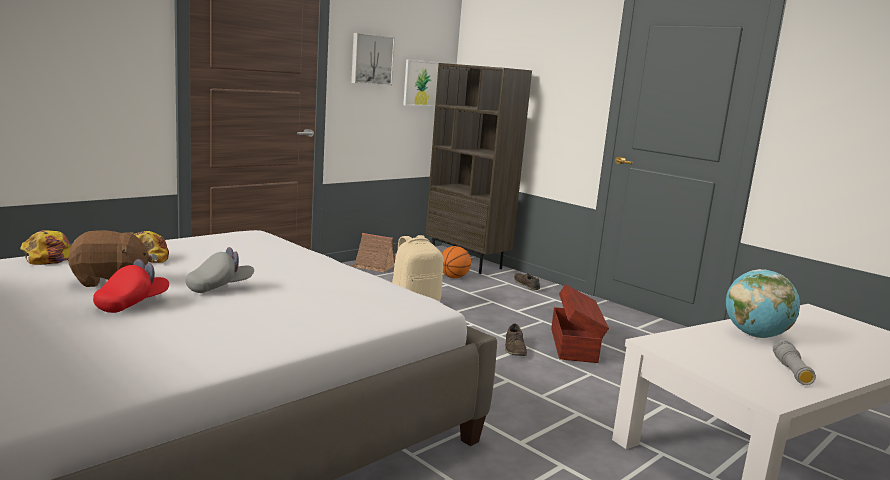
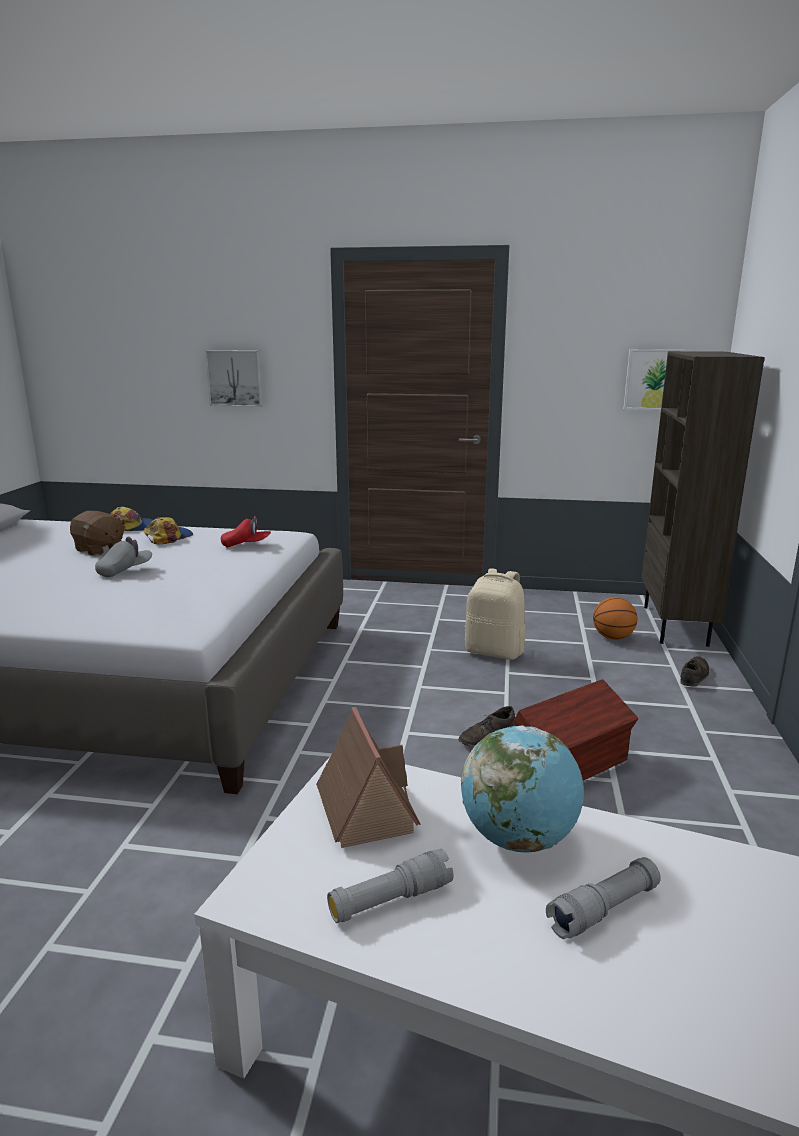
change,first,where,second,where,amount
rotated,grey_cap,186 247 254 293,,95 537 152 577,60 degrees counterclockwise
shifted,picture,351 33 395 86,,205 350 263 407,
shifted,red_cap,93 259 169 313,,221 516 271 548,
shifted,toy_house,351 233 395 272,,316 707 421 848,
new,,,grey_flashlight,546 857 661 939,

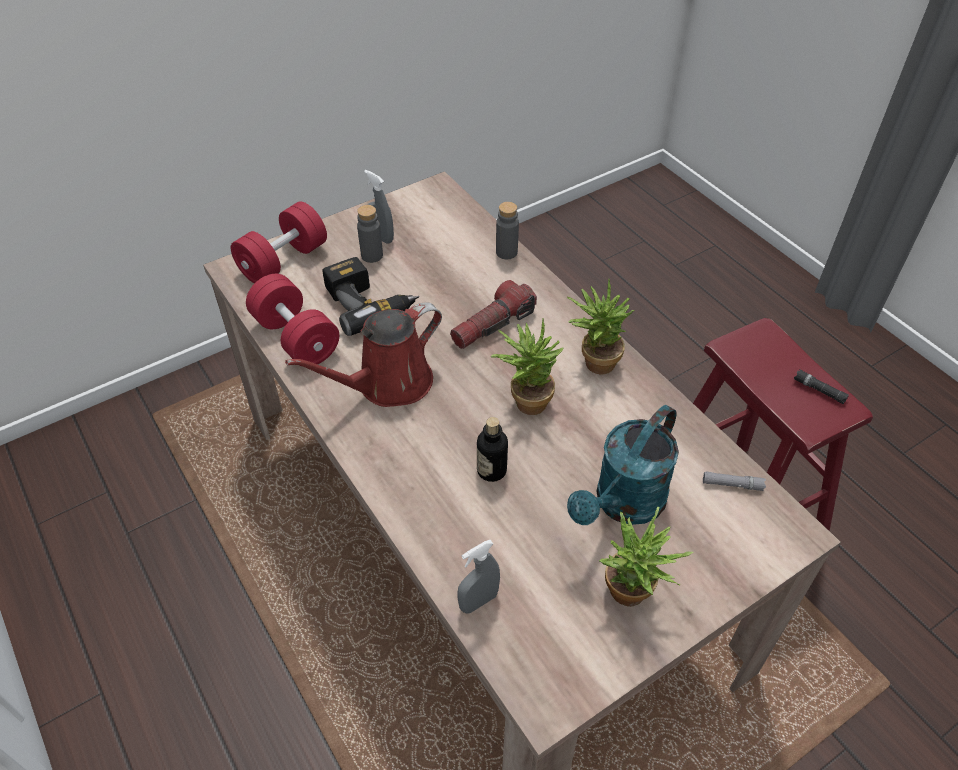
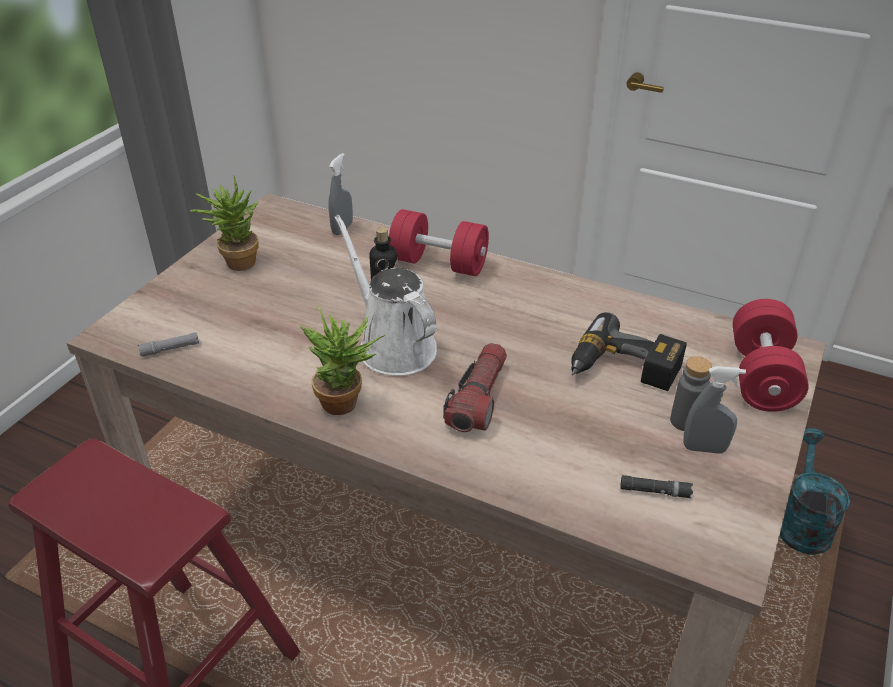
change,first,where,second,where,amount
swapped,potted_plant,491 318 564 415,white_watering_can,334 215 437 376,
shifted,red_dumbbell,246 274 339 367,,389 209 489 276,
shifted,black_flashlight,794 369 849 404,,620 475 693 498,
shifted,turquoise_watering_can,567 405 679 525,,780 428 850 555,
gone,red_watering_can,285 302 442 407,,,
gone,grey_bottle,496 202 519 259,,,

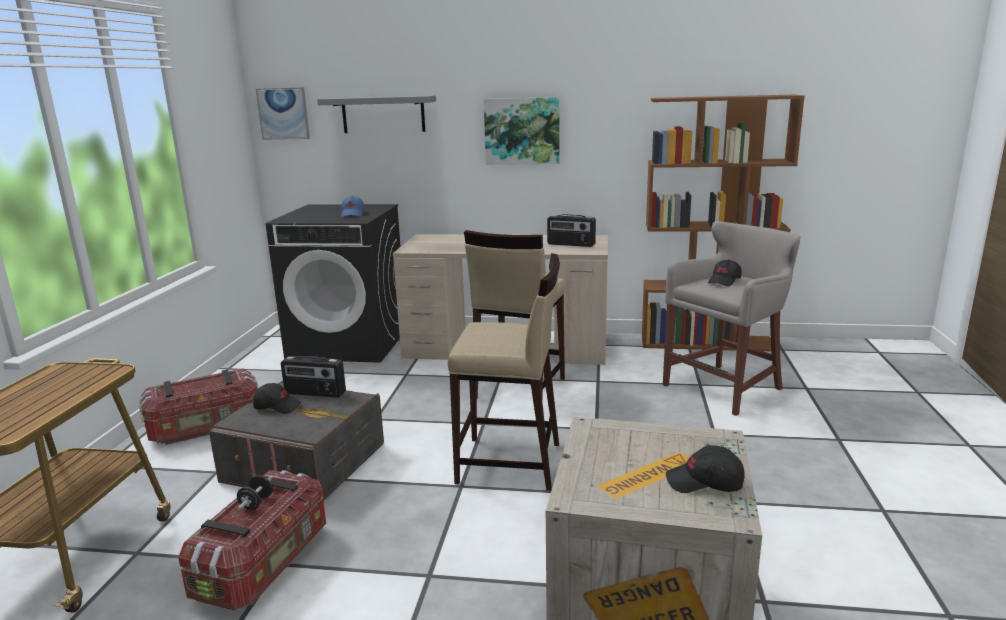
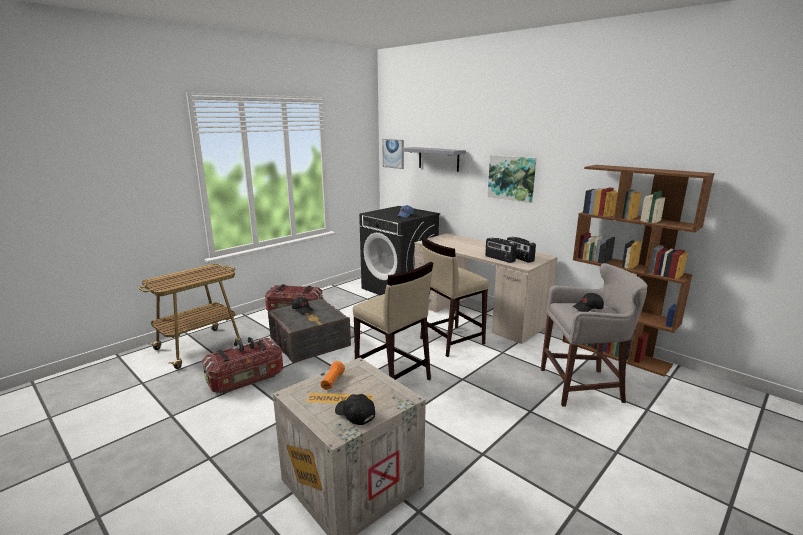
change,first,where,second,where,amount
new,,,orange_flashlight,321 361 345 390,
shifted,radio,281 356 346 398,,485 237 517 263,

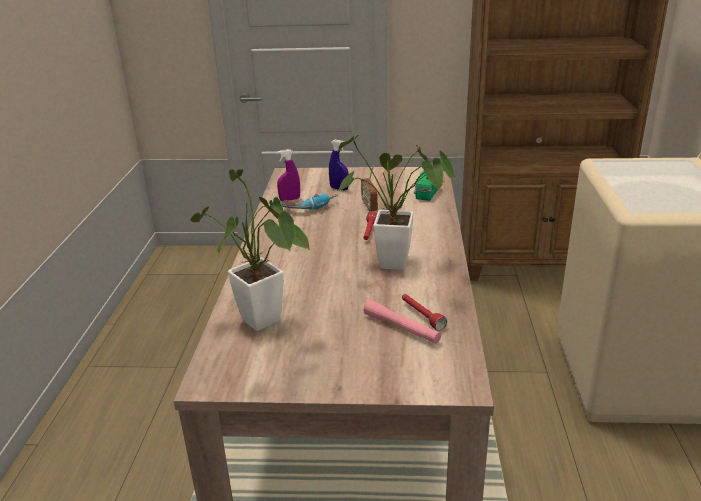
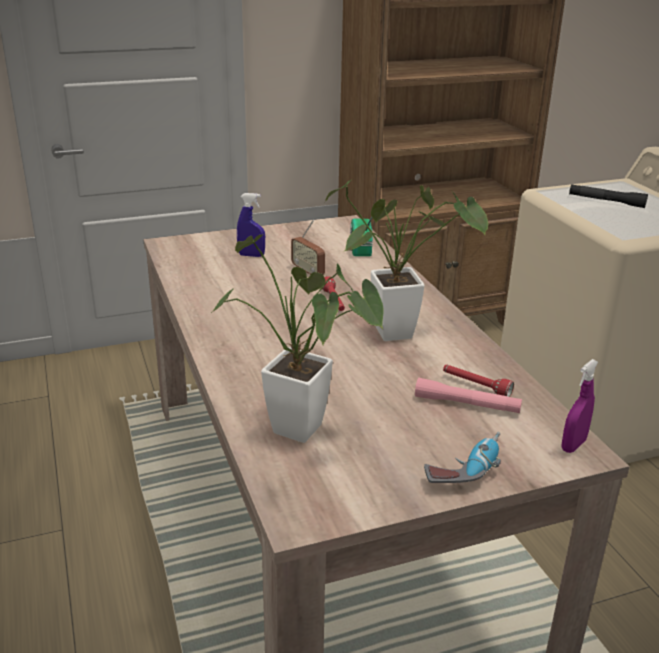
change,first,where,second,where,amount
shifted,power_drill,281 194 338 210,,424 432 501 483,
shifted,purple_spray_bottle,277 149 300 201,,562 359 598 453,
new,,,black_flashlight,569 184 648 208,

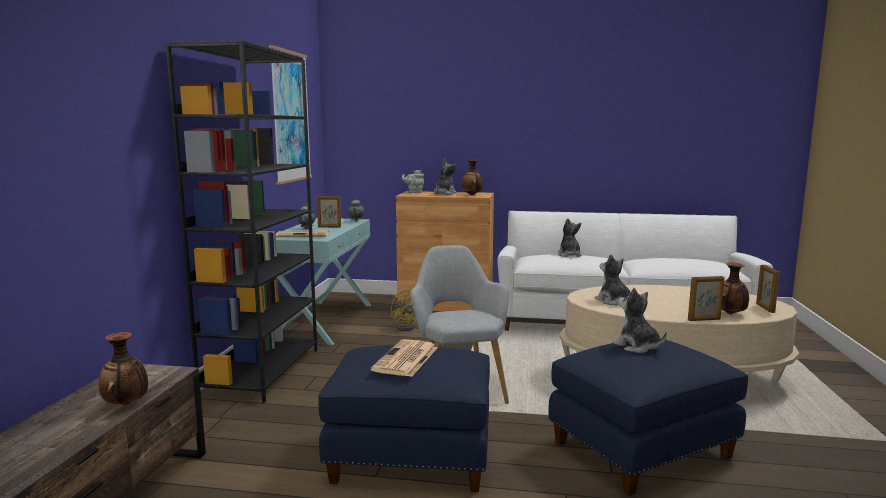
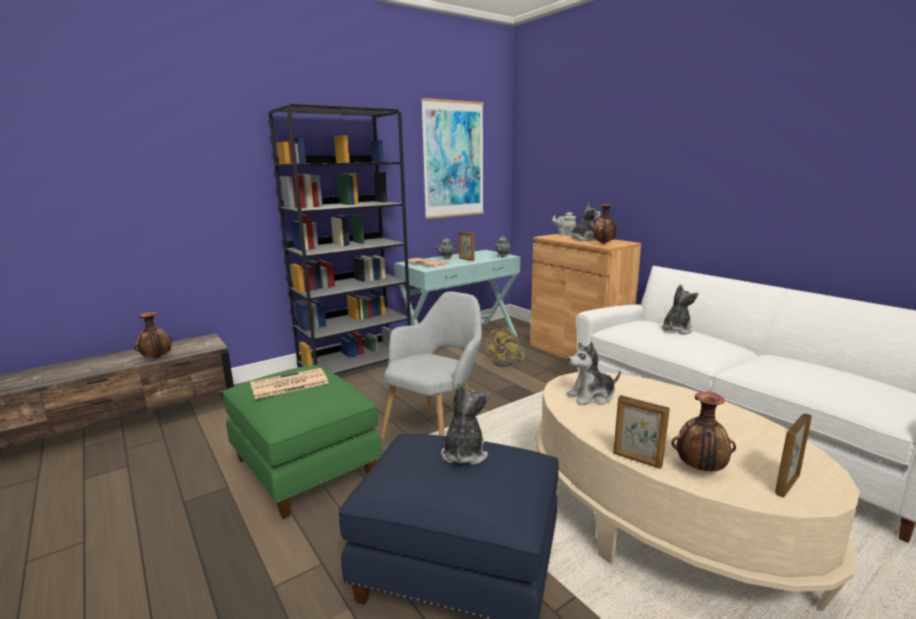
change,first,where,second,where,amount
repainted,blue_ottoman,318 345 490 492,green_ottoman,222 365 382 519,
rotated,plush_toy,594 254 631 305,,567 342 621 405,120 degrees counterclockwise

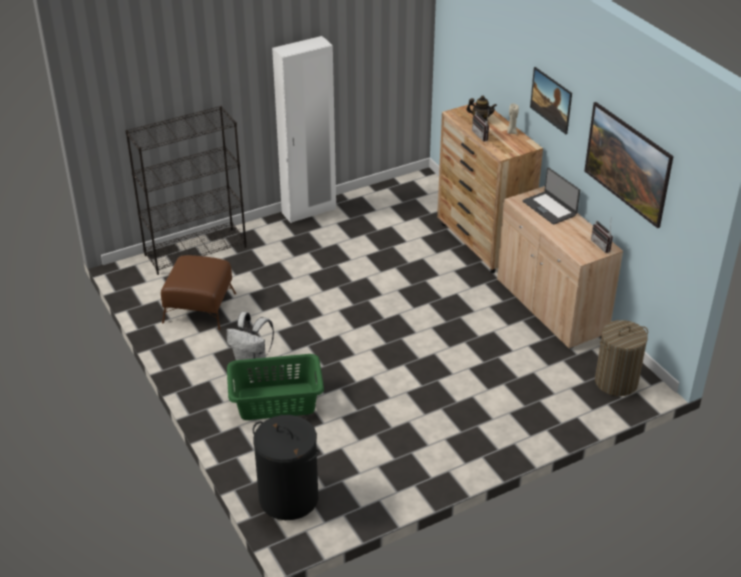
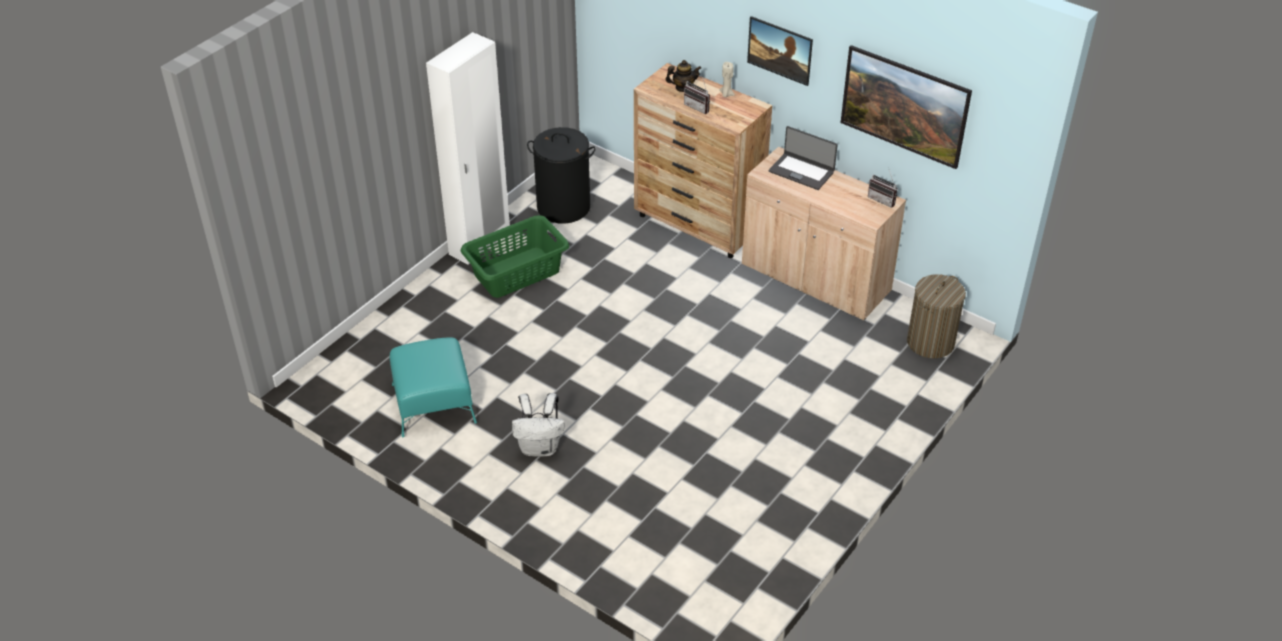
change,first,where,second,where,amount
repainted,brown_ottoman,161 255 236 330,turquoise_ottoman,390 338 477 437,
shifted,green_laundry_basket,227 354 324 420,,461 215 569 298,
shifted,black_laundry_basket,253 415 320 520,,527 127 596 224,
gone,black_bookcase,125 106 247 275,,,

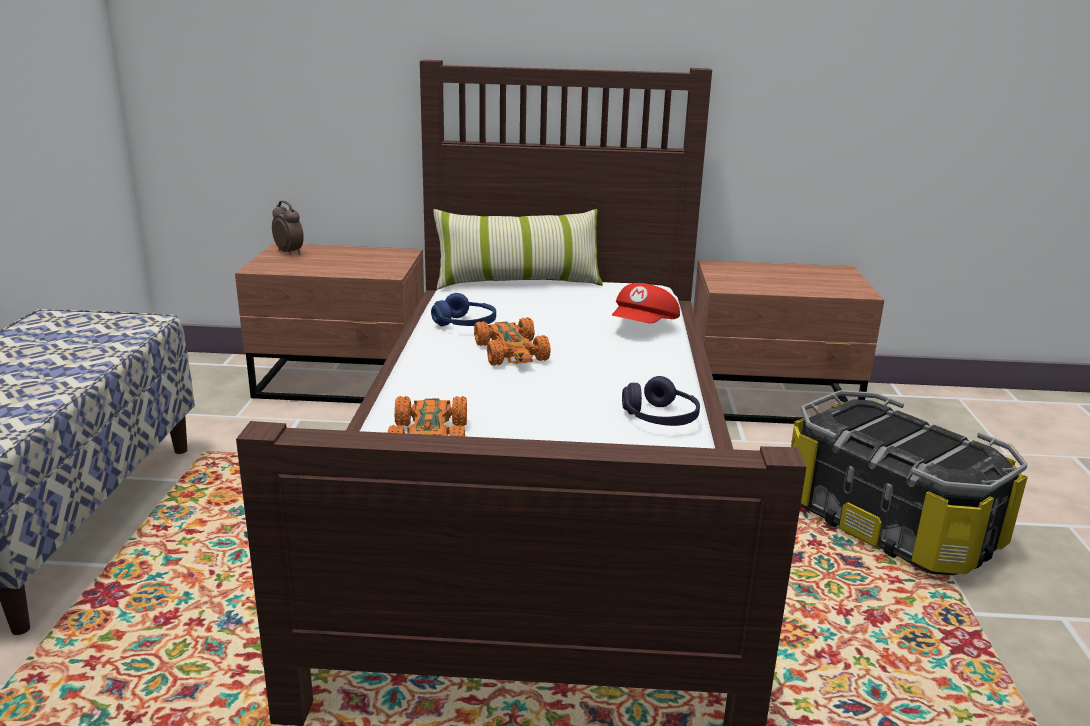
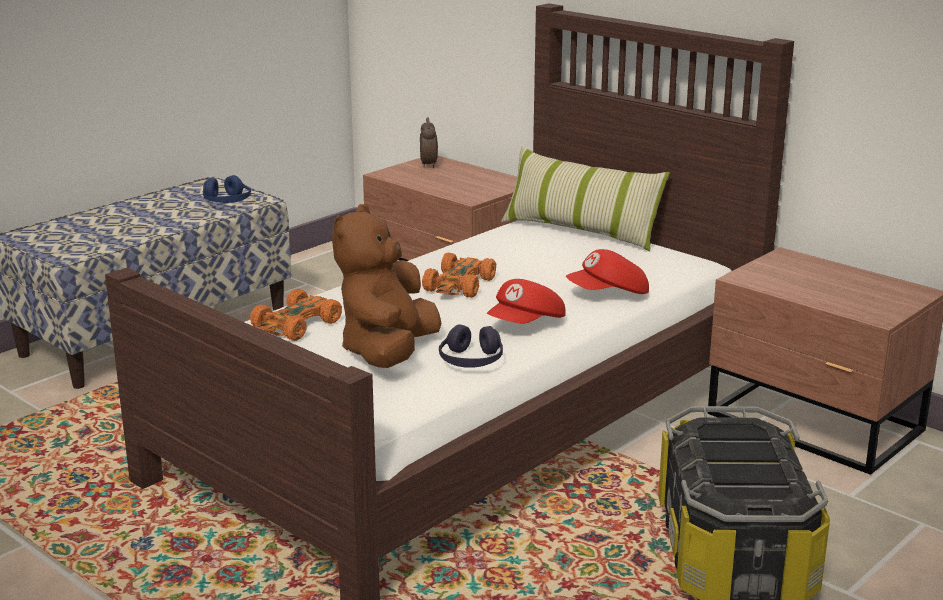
change,first,where,second,where,amount
shifted,blue_headphones,431 293 496 326,,203 175 251 203,
new,,,brown_plush_toy,332 204 442 368,
new,,,red_cap,487 279 566 324,

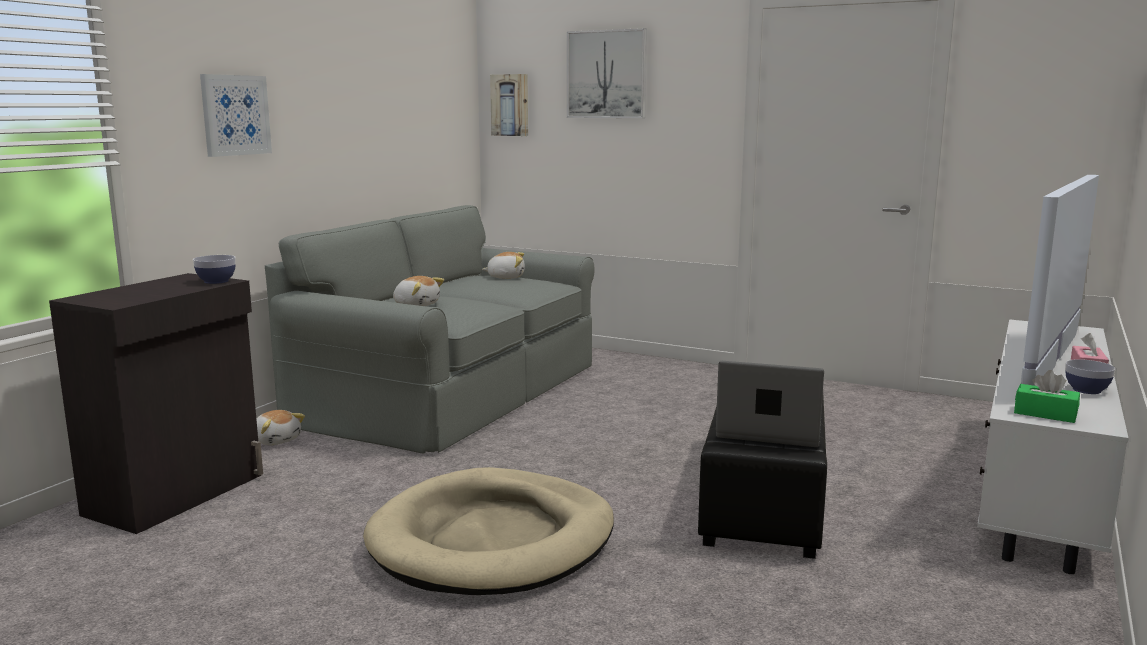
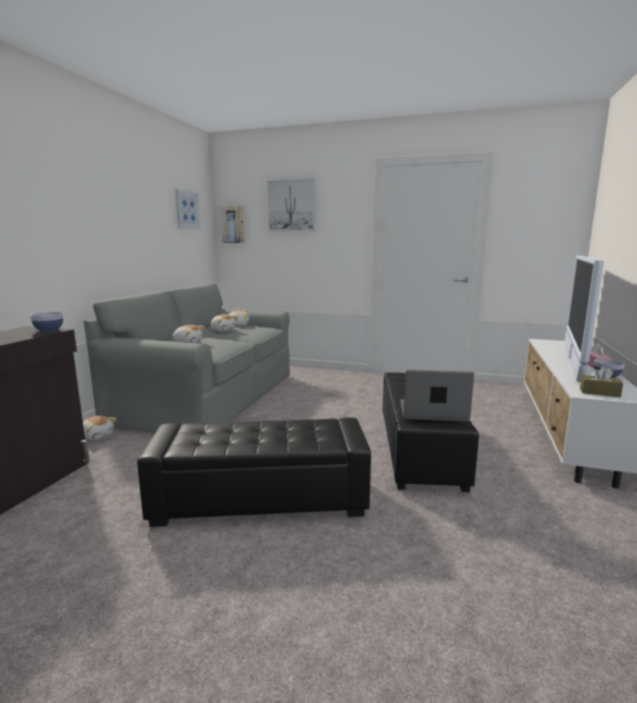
change,first,where,second,where,amount
swapped,beige_dog_bed,363 467 614 595,black_ottoman,137 418 371 527,
shifted,picture,200 74 272 157,,175 189 201 230,
new,,,plush_toy,210 314 238 332,
repainted,green_tissue_box,1014 370 1080 423,brown_tissue_box,580 366 623 397,

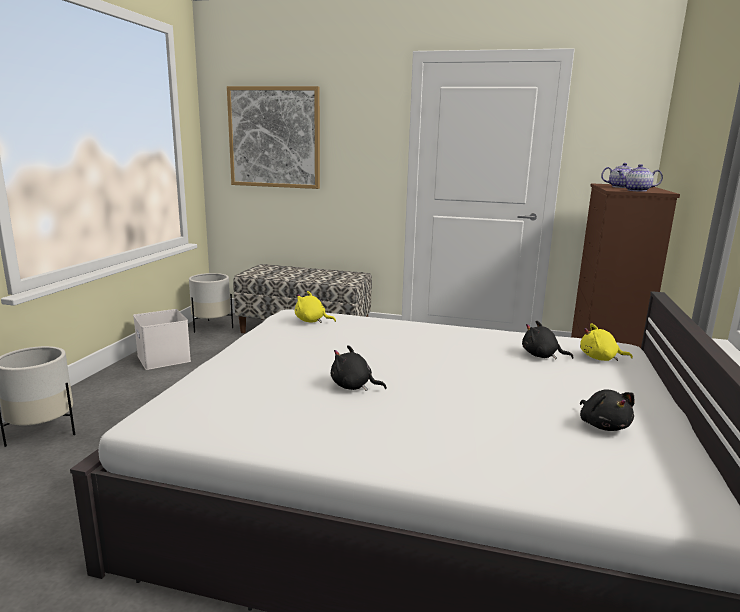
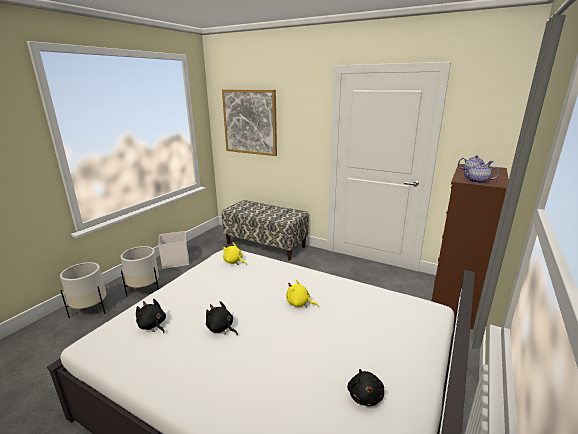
change,first,where,second,where,amount
shifted,white_planter,189 273 233 333,,120 246 159 296,
shifted,black_plush_toy,522 321 574 359,,136 299 166 333,
shifted,yellow_plush_toy,580 323 633 361,,286 279 319 308,

